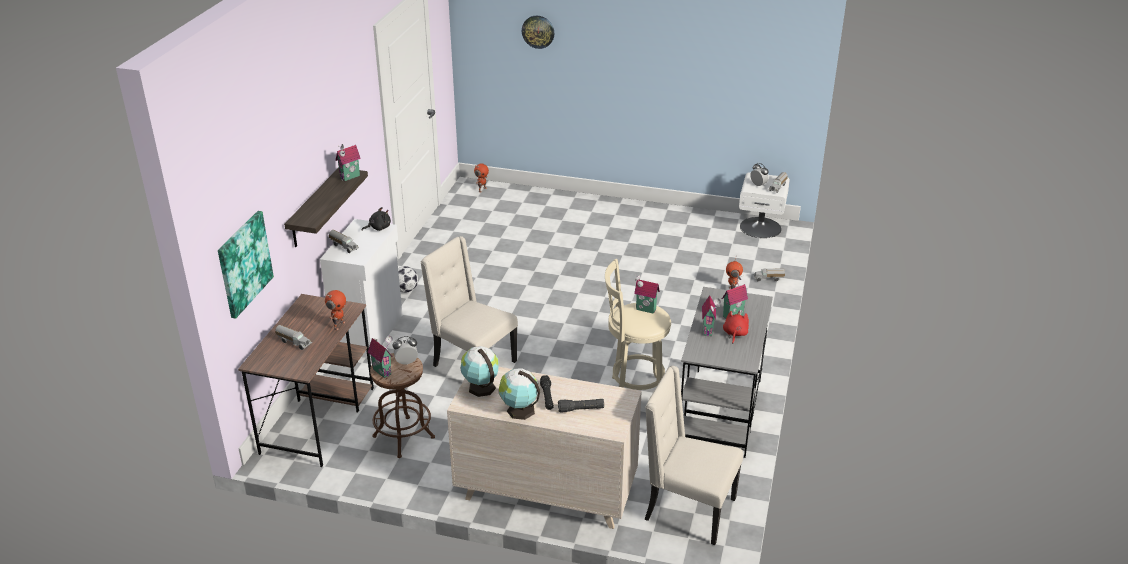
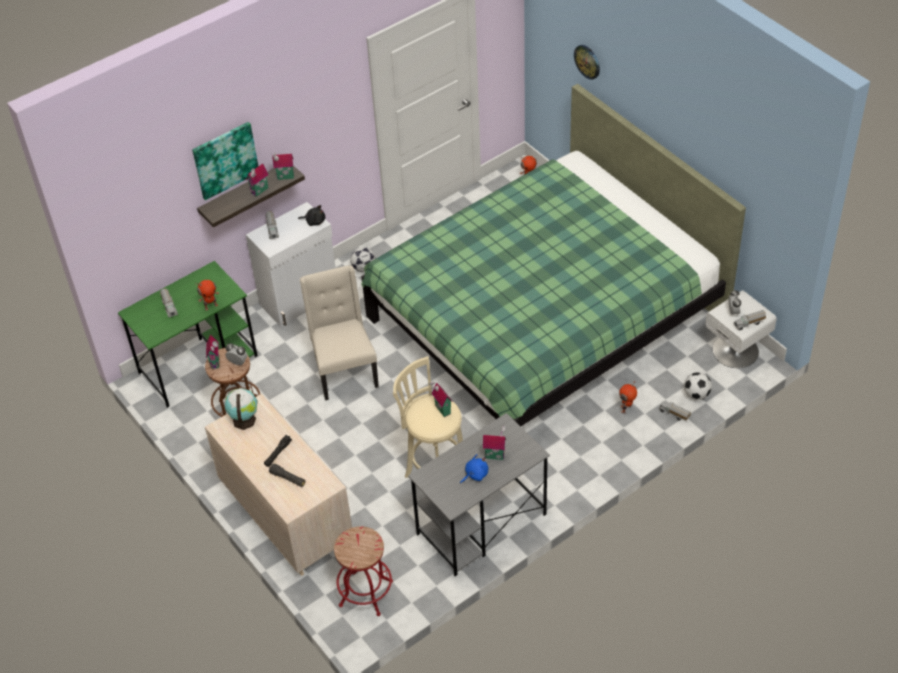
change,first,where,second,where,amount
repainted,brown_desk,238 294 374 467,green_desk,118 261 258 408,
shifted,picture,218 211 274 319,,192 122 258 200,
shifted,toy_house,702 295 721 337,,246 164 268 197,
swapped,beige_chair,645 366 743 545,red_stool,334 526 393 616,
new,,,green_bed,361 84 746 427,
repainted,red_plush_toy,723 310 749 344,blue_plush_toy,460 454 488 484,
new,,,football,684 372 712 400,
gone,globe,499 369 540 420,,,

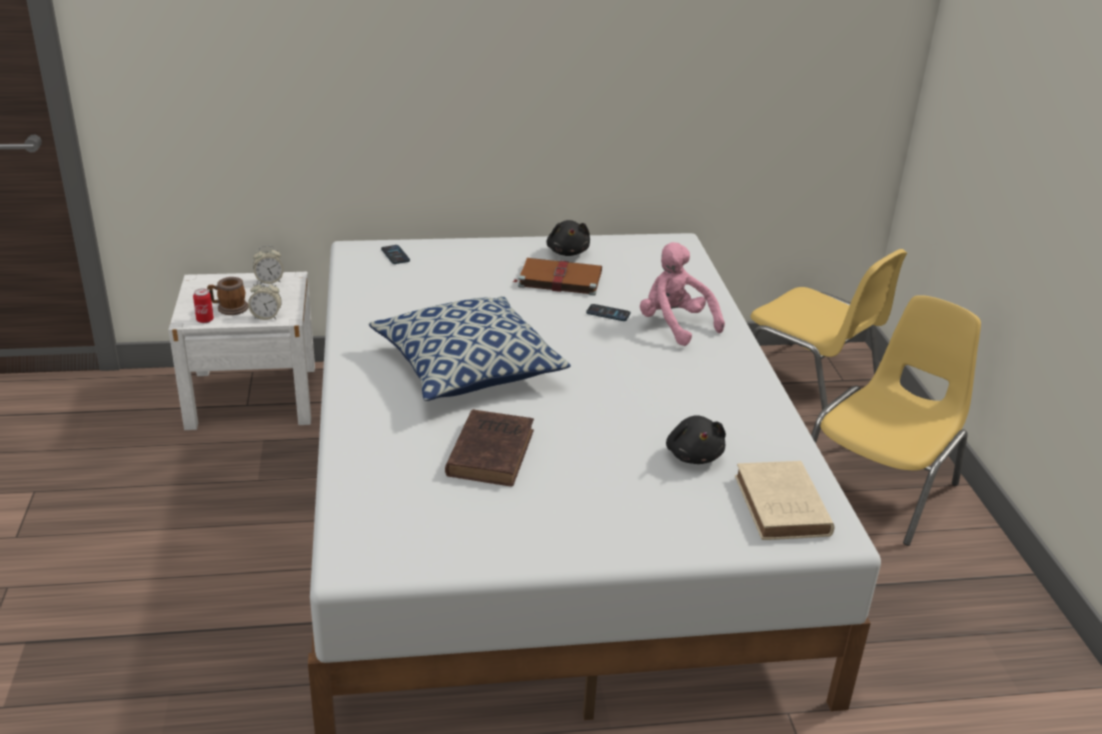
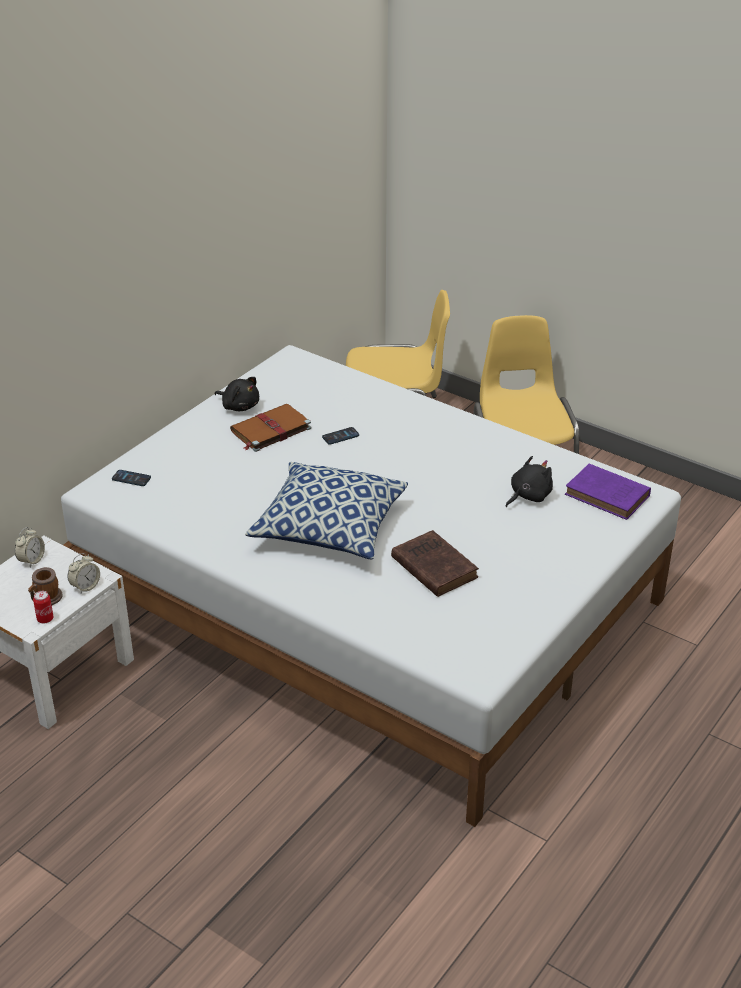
change,first,where,second,where,amount
rotated,black_plush_toy,666 415 726 464,,506 456 553 507,75 degrees counterclockwise
repainted,beige_book,735 461 835 540,purple_book,565 464 651 520,
gone,pink_plush_toy,640 242 725 346,,,

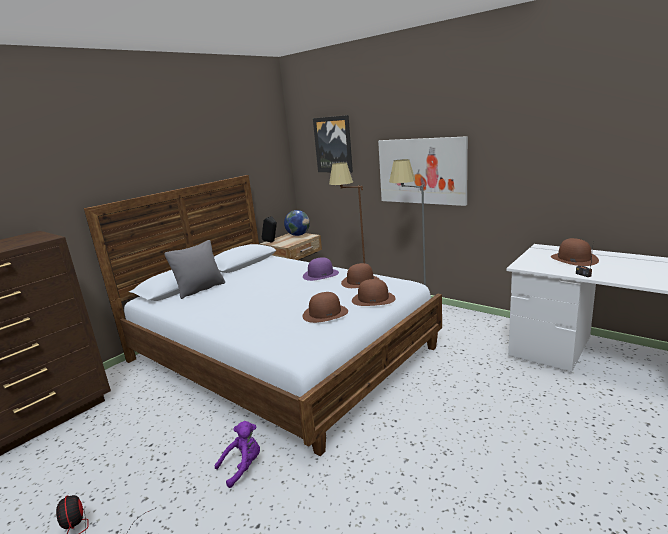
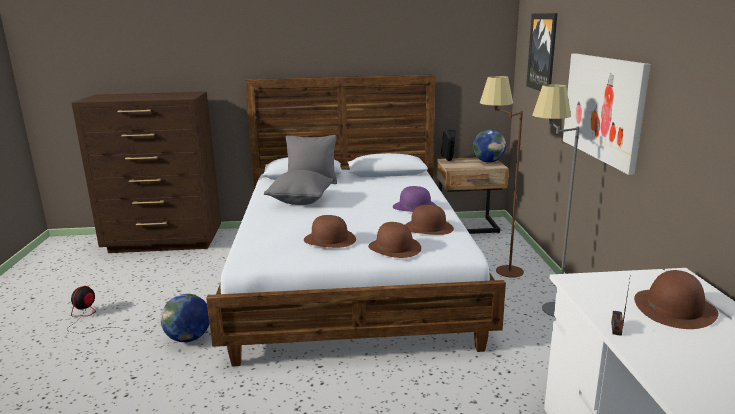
change,first,where,second,where,amount
swapped,purple_plush_toy,215 421 260 488,globe,161 294 209 342,
new,,,grey_pillow,264 170 333 205,

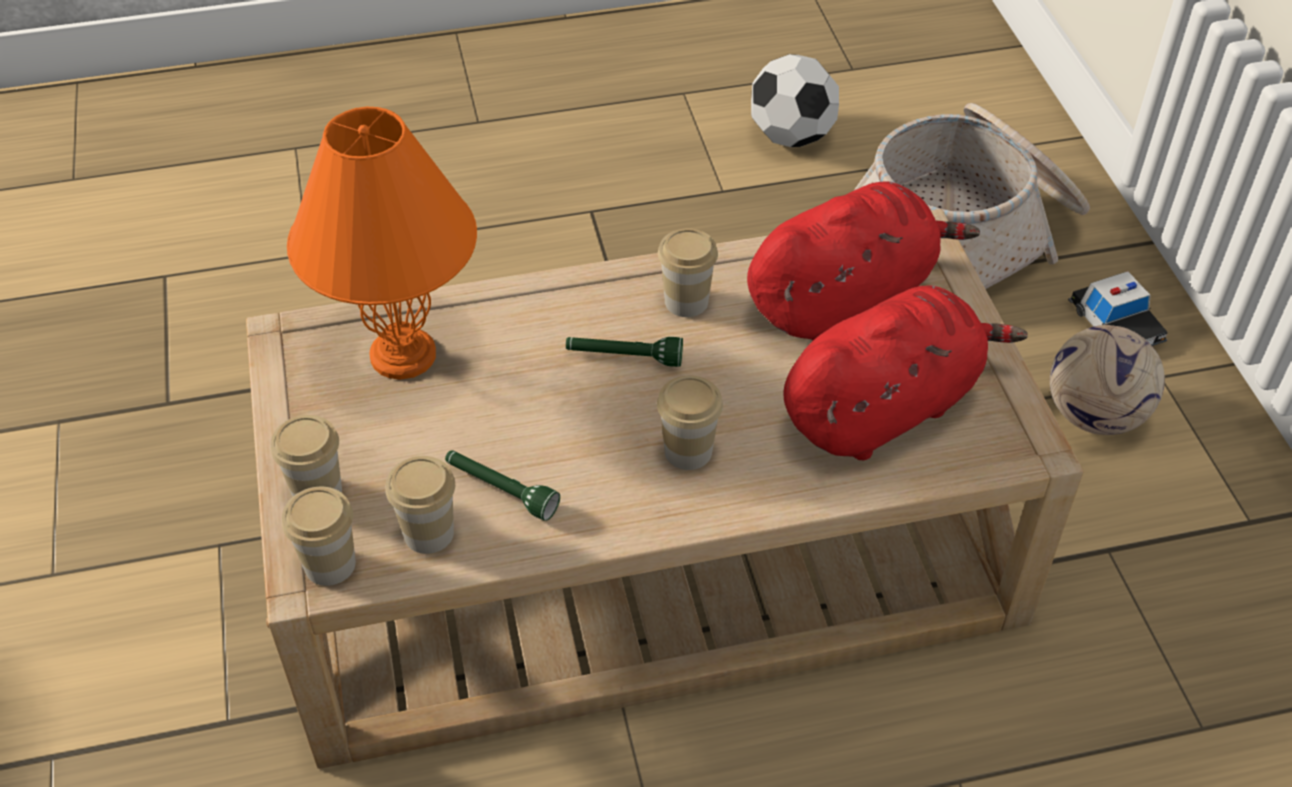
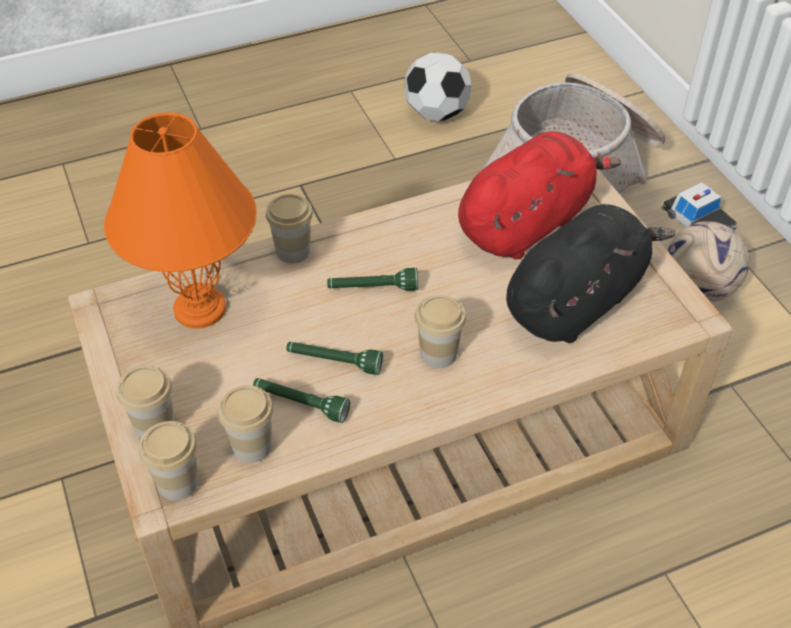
change,first,where,second,where,amount
shifted,cup,658 228 718 317,,266 194 313 263,
new,,,green_flashlight,286 342 383 375,
repainted,red_plush_toy,783 286 1028 460,black_plush_toy,506 204 675 343,

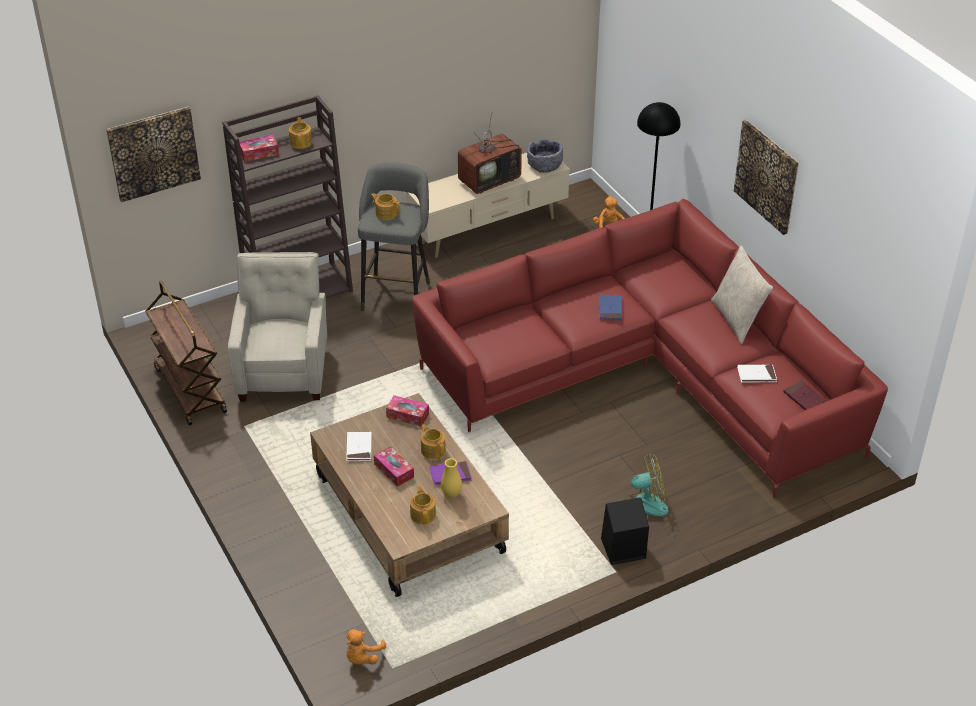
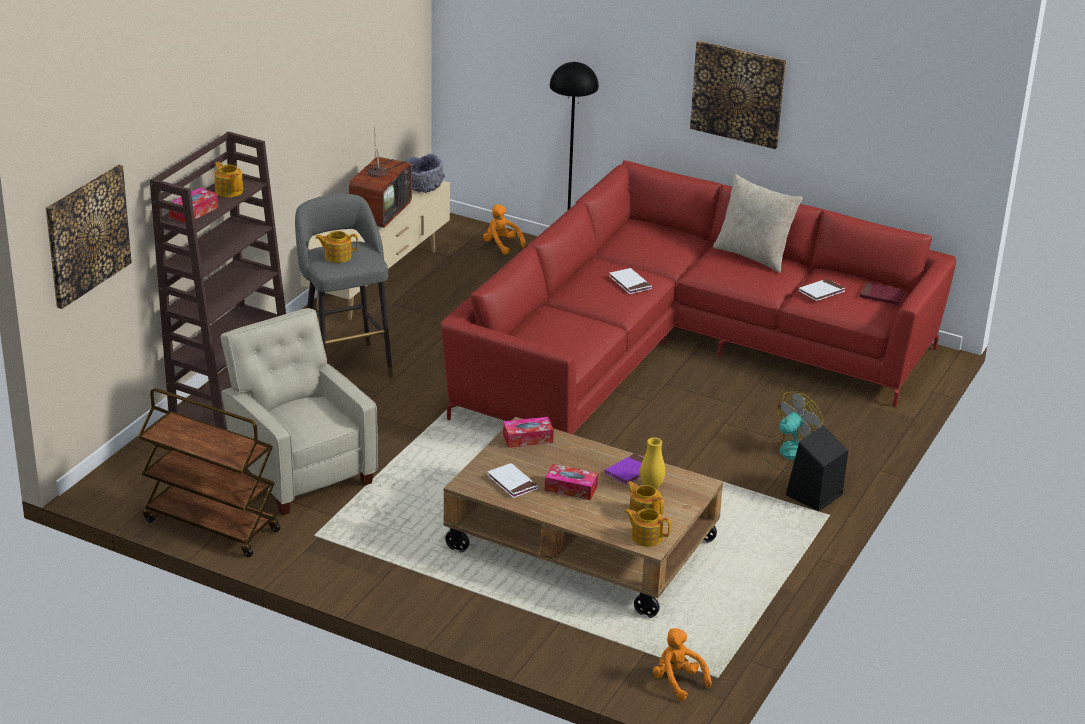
change,first,where,second,where,amount
repainted,blue_book,599 295 622 321,white_book,609 268 652 294,
shifted,teapot,421 424 445 459,,624 508 671 547,
rotated,orange_plush_toy,346 629 386 664,,653 628 712 701,150 degrees clockwise

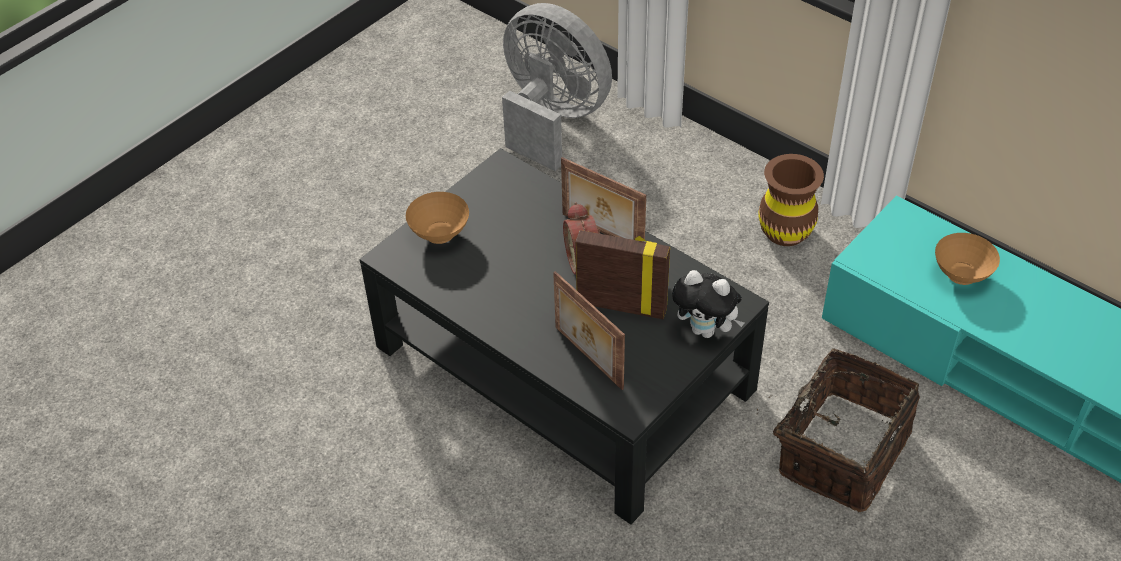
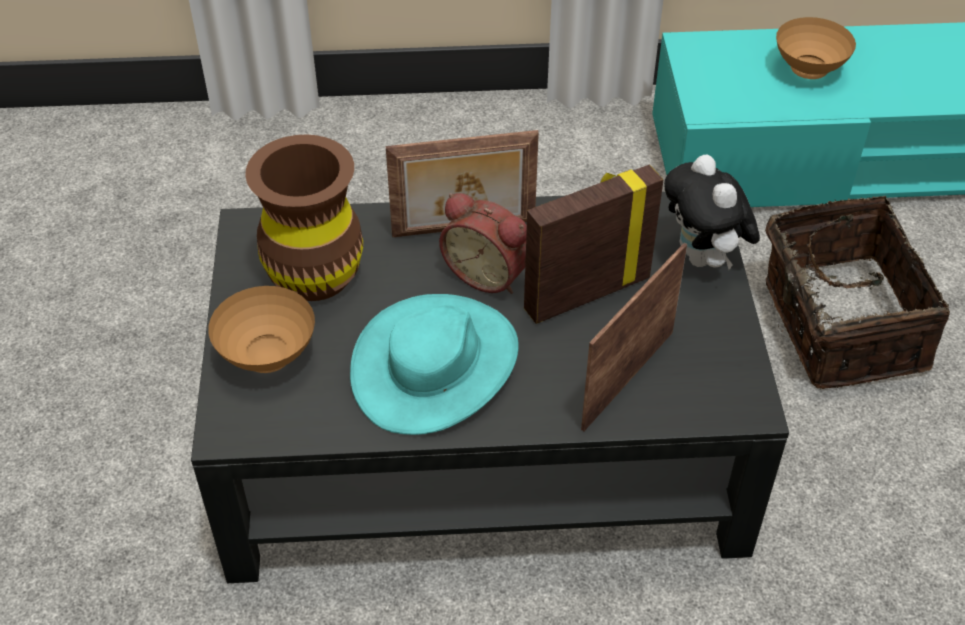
change,first,where,second,where,amount
shifted,brown_vase,758 154 824 246,,245 134 363 301,
new,,,turquoise_hat,350 294 519 435,
rotated,picture_frame,553 271 625 390,,581 243 687 431,120 degrees clockwise
rotated,plush_toy,672 270 744 338,,664 155 760 270,90 degrees clockwise
gone,grey_fan,502 3 612 171,,,

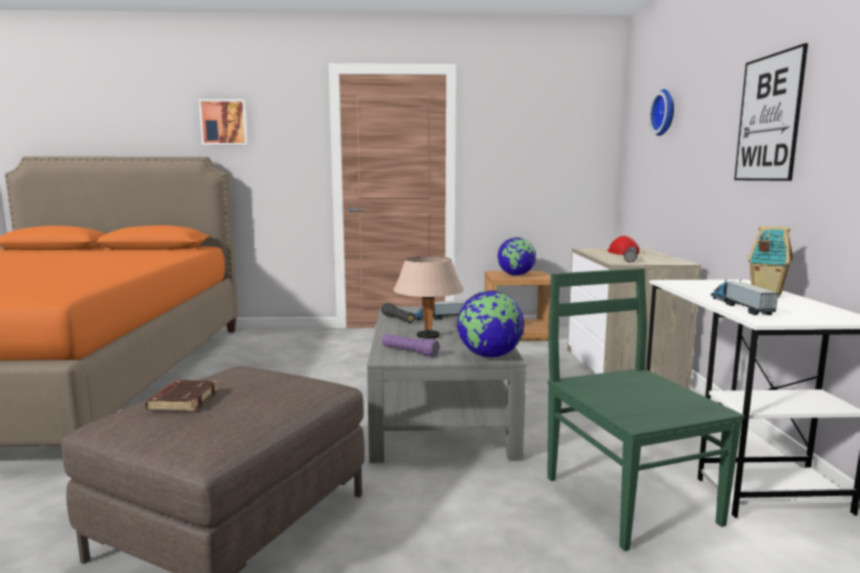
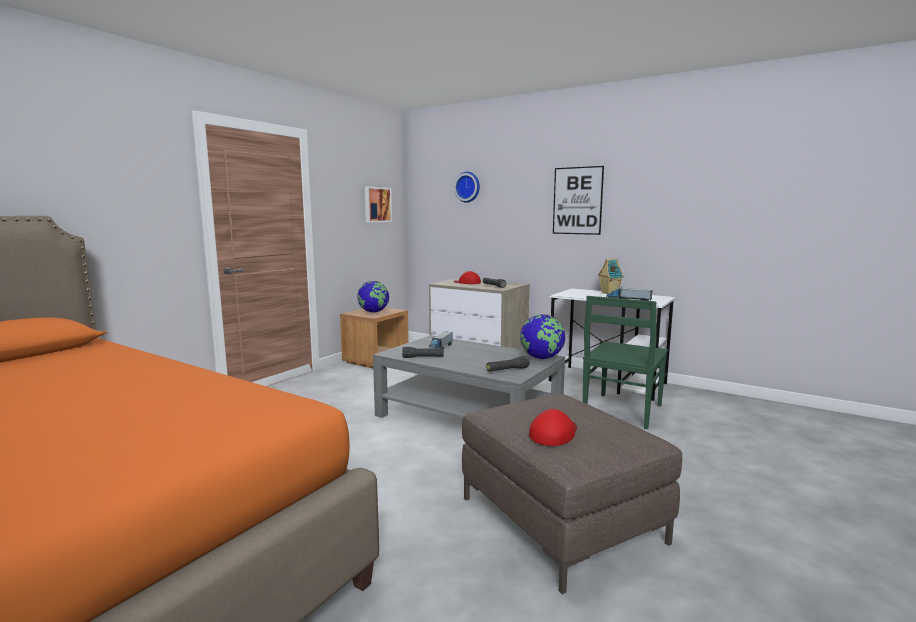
change,first,where,second,where,amount
shifted,picture,199 99 248 145,,365 187 392 222,
repainted,purple_flashlight,382 334 440 357,black_flashlight,486 356 530 372,
swapped,brown_book,145 380 219 411,red_cap,529 409 577 446,
rotated,green_chair,547 268 744 551,,583 296 668 430,75 degrees counterclockwise
gone,beige_table_lamp,394 256 463 339,,,

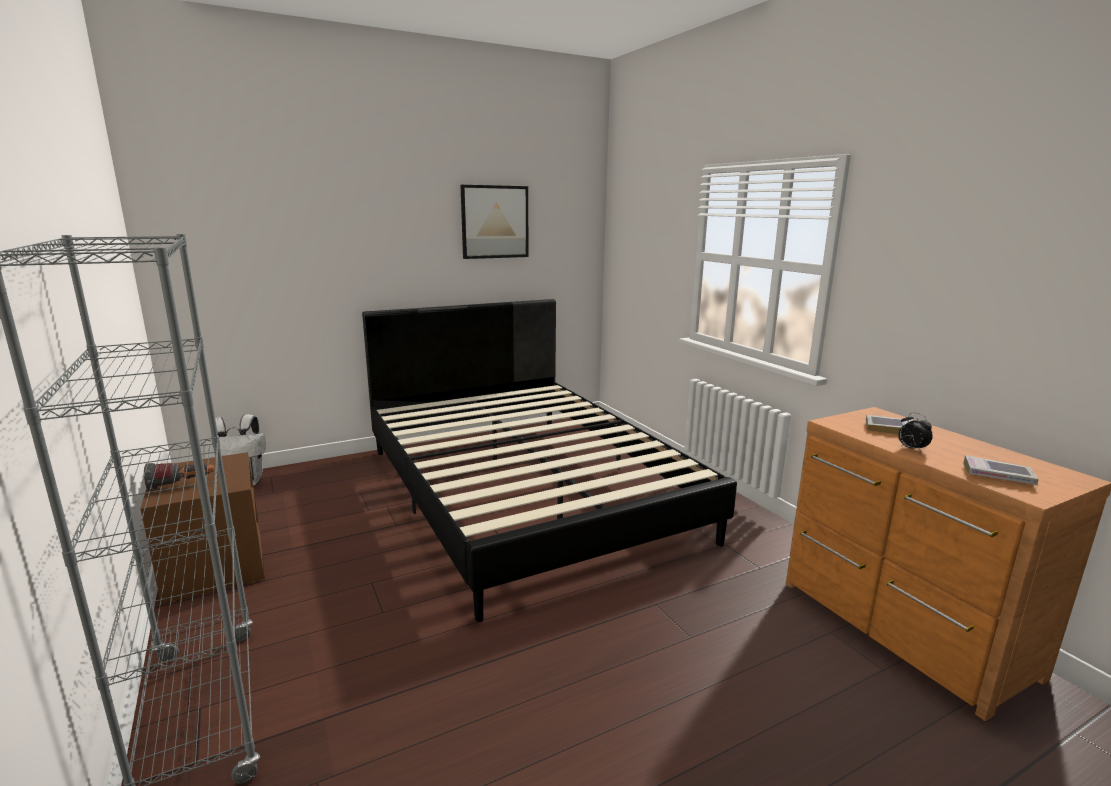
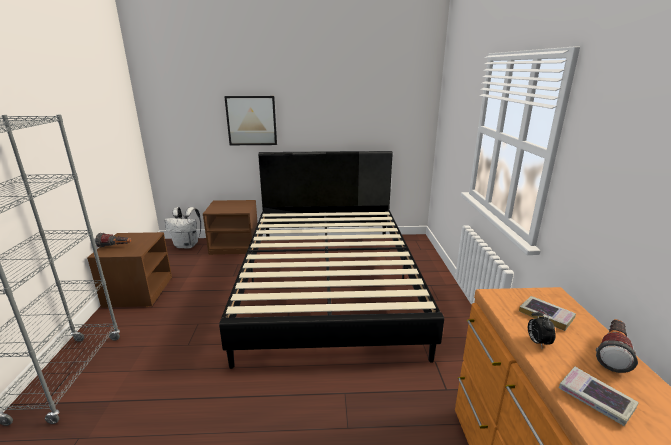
change,first,where,second,where,amount
new,,,brown_nightstand,203 200 258 255,
shifted,picture,460 185 528 259,,224 96 277 145,
new,,,flashlight,596 319 638 373,

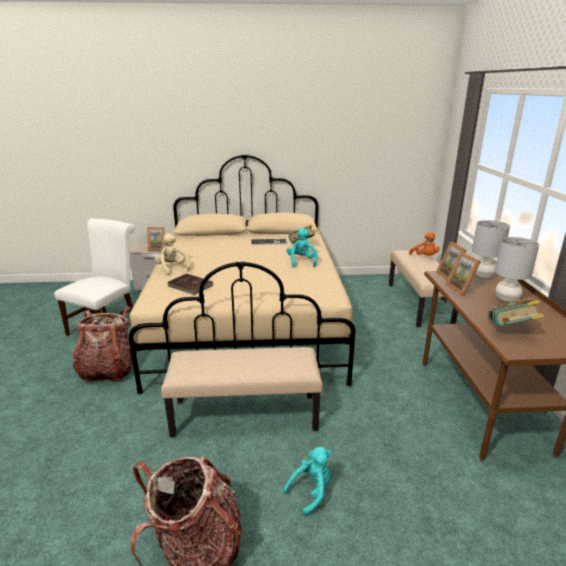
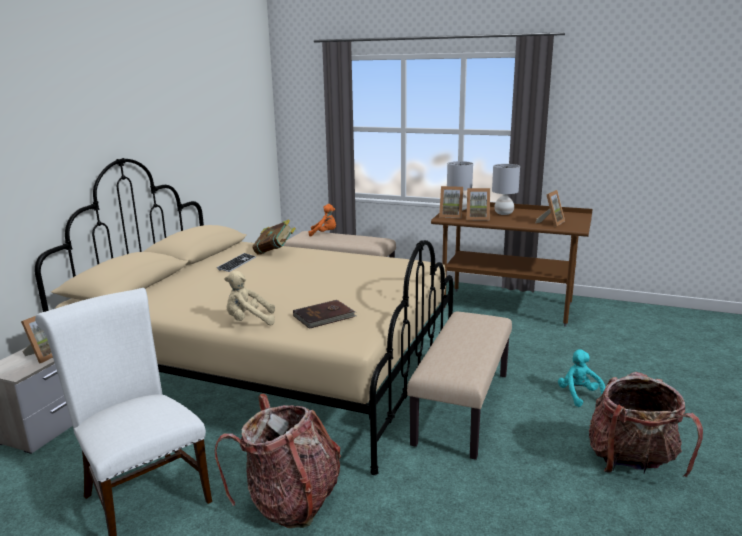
change,first,where,second,where,amount
swapped,book,488 298 545 326,picture_frame,535 190 565 227,
gone,turquoise_plush_toy,287 228 318 267,,,

